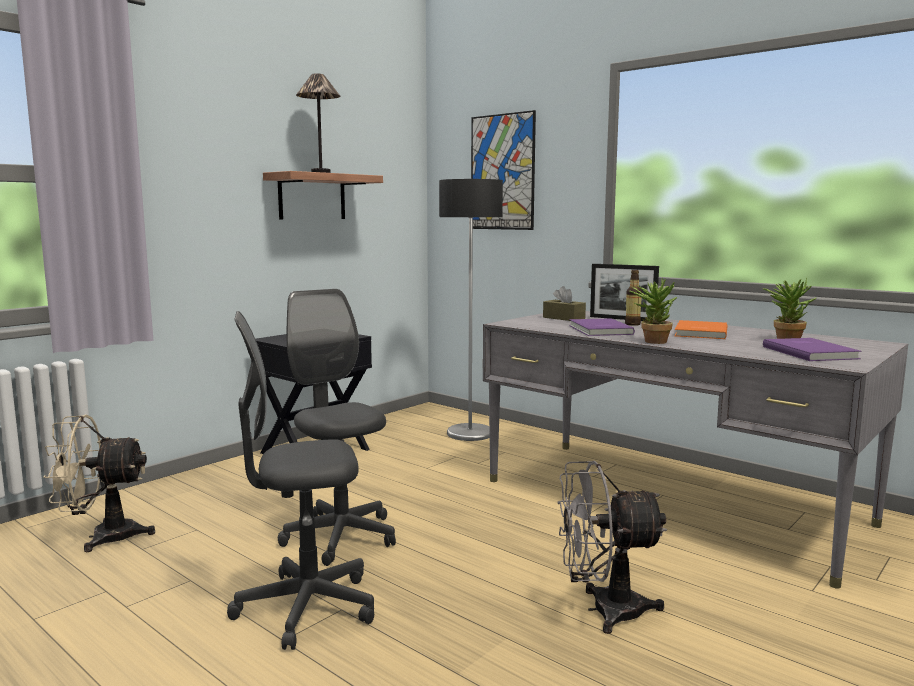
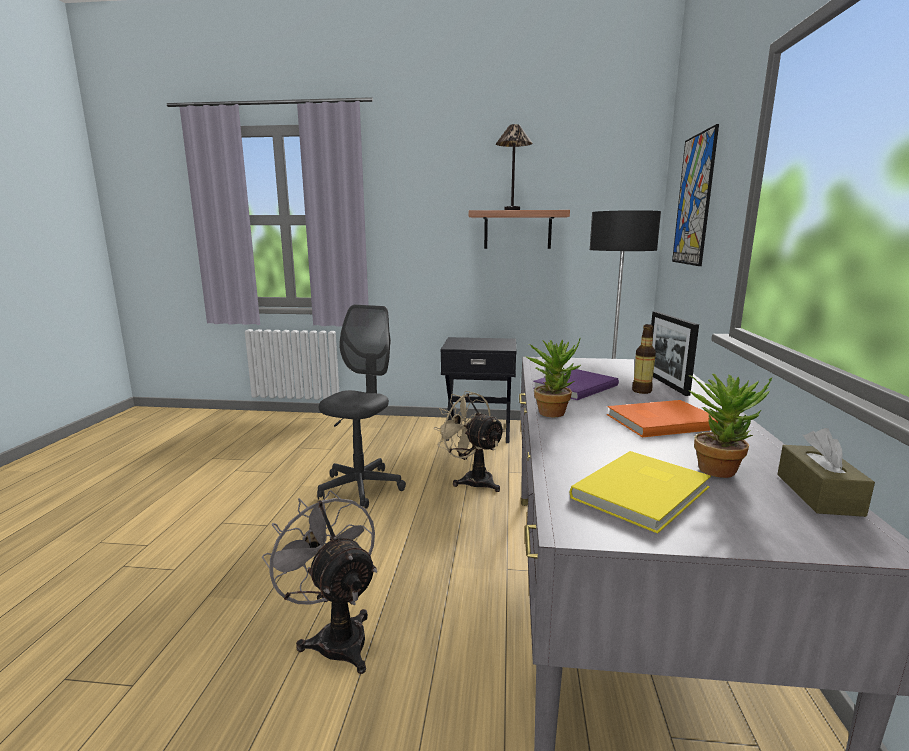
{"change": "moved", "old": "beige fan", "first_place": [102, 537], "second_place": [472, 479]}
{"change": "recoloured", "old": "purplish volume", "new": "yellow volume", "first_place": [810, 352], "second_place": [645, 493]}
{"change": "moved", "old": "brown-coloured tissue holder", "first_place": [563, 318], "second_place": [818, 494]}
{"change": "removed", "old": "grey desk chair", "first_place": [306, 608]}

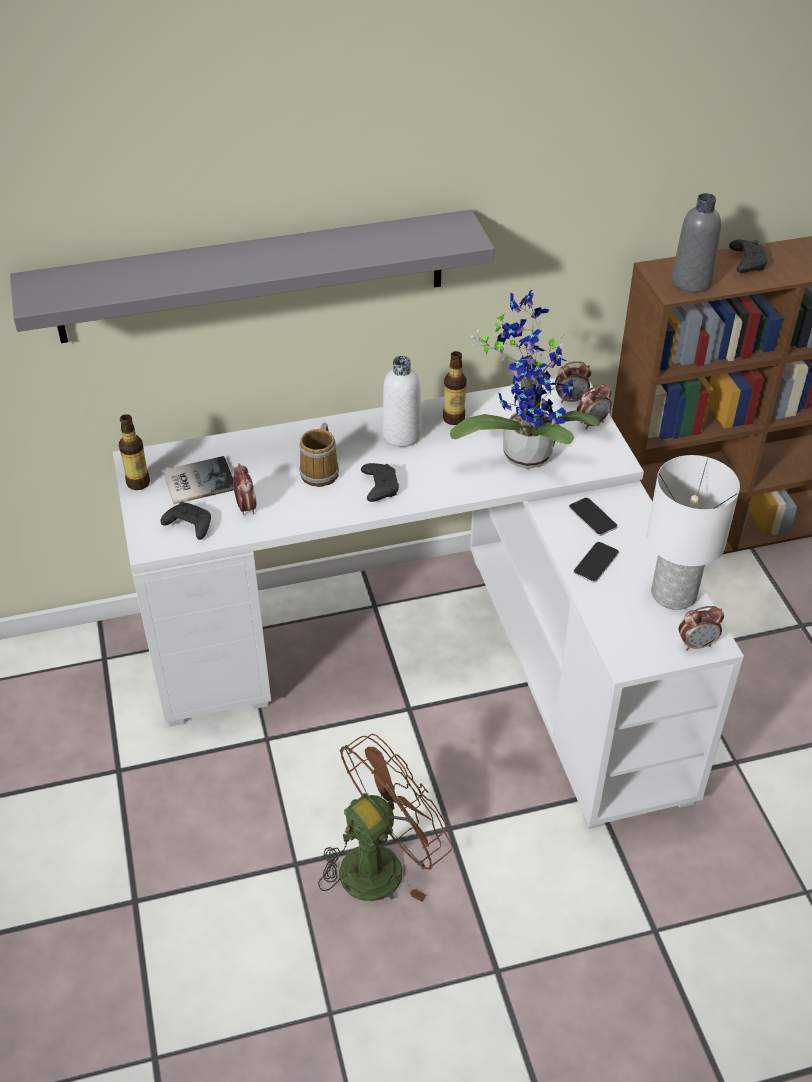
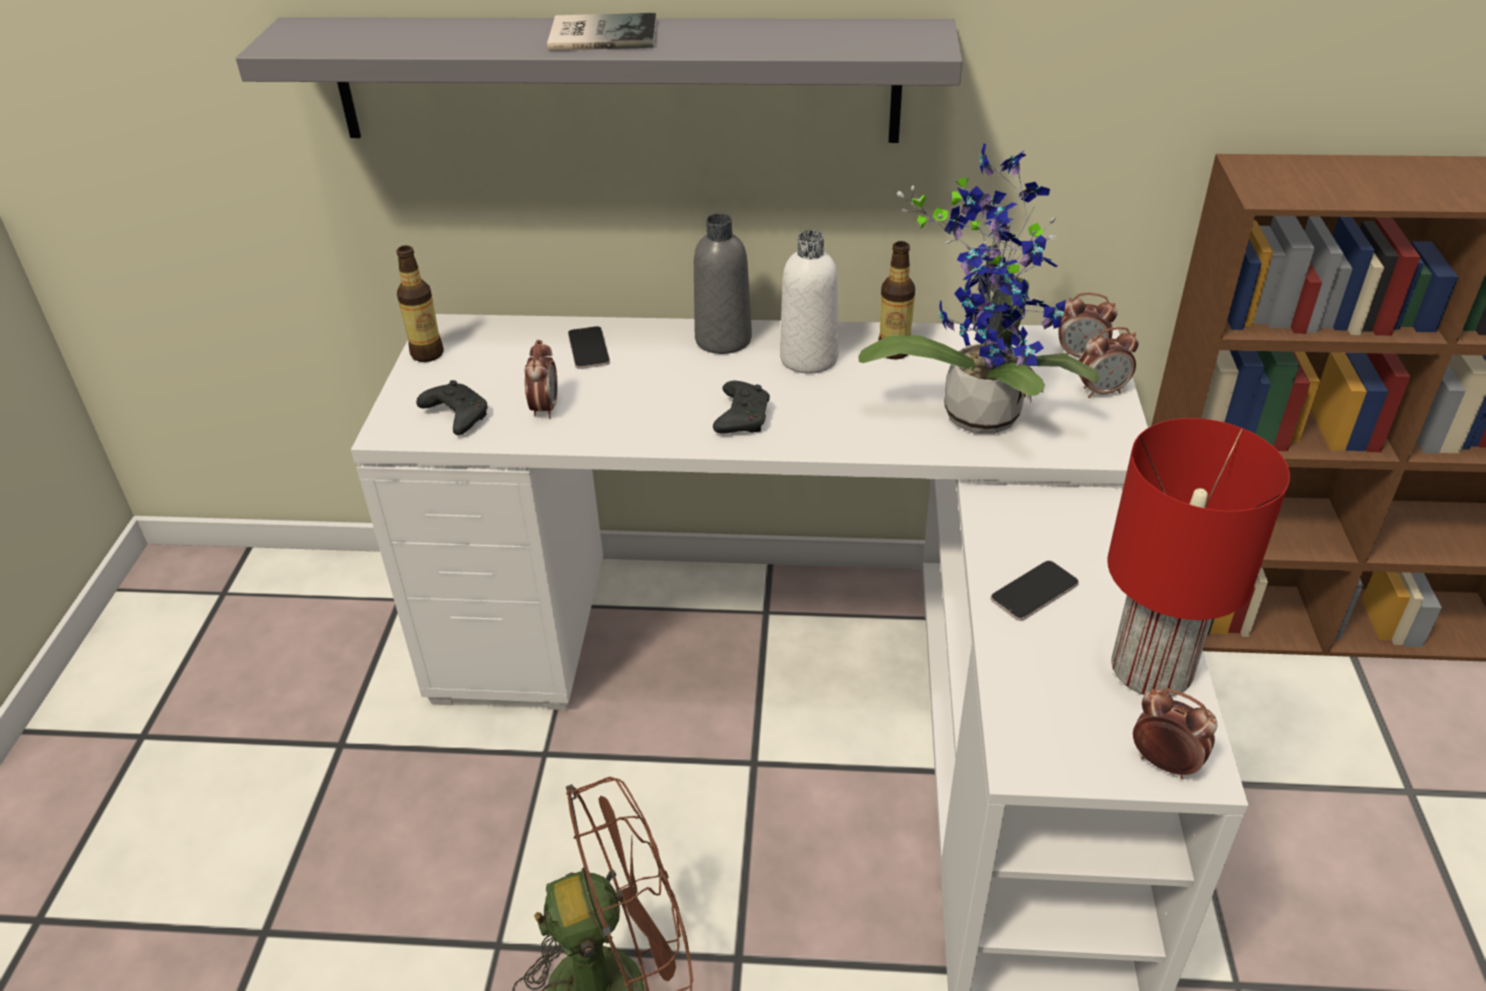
{"change": "moved", "old": "volume", "first_place": [197, 480], "second_place": [600, 34]}
{"change": "moved", "old": "phone", "first_place": [592, 517], "second_place": [588, 348]}
{"change": "moved", "old": "grey bottle", "first_place": [691, 282], "second_place": [723, 339]}
{"change": "recoloured", "old": "white tabletop lamp", "new": "red tabletop lamp", "first_place": [674, 594], "second_place": [1152, 671]}
{"change": "turned", "old": "alarm clock", "first_place": [696, 644], "second_place": [1164, 763], "degrees": -150}
{"change": "removed", "old": "coffee mug", "first_place": [321, 472]}
{"change": "removed", "old": "black-coloured gamepad", "first_place": [746, 262]}

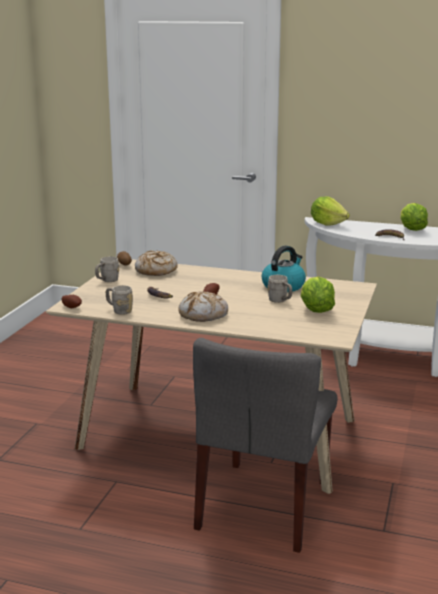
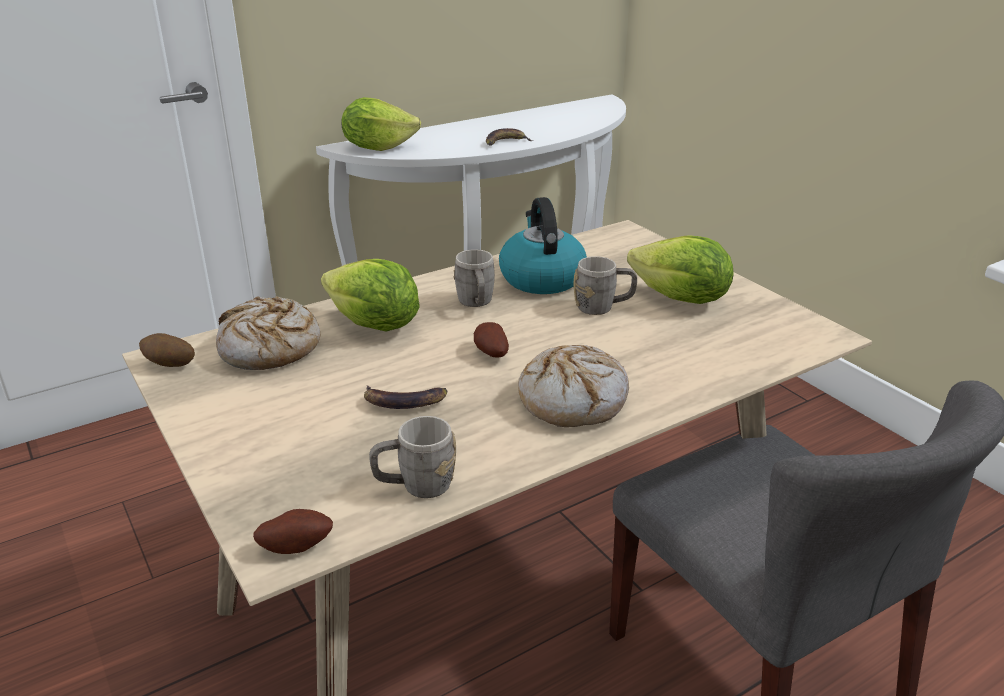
{"change": "moved", "old": "lettuce", "first_place": [411, 229], "second_place": [374, 326]}
{"change": "moved", "old": "grey coffee mug", "first_place": [107, 281], "second_place": [476, 303]}

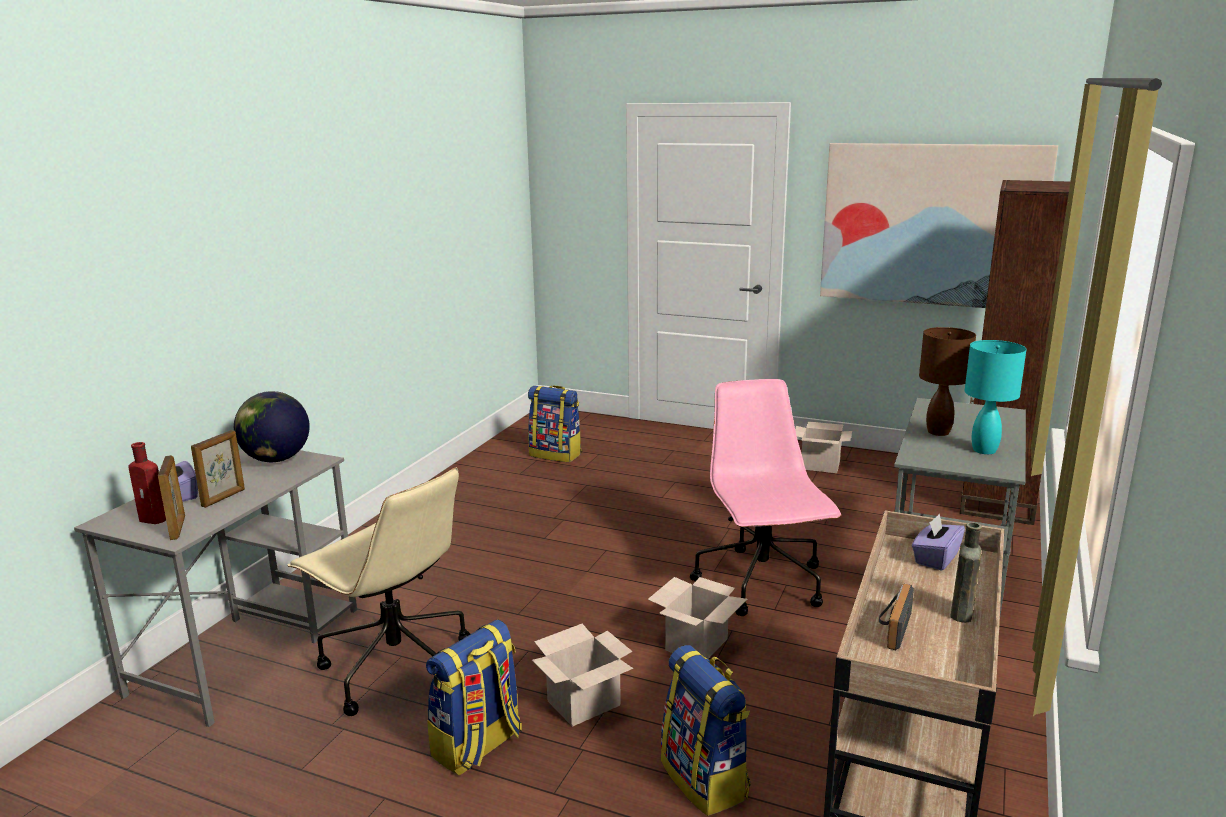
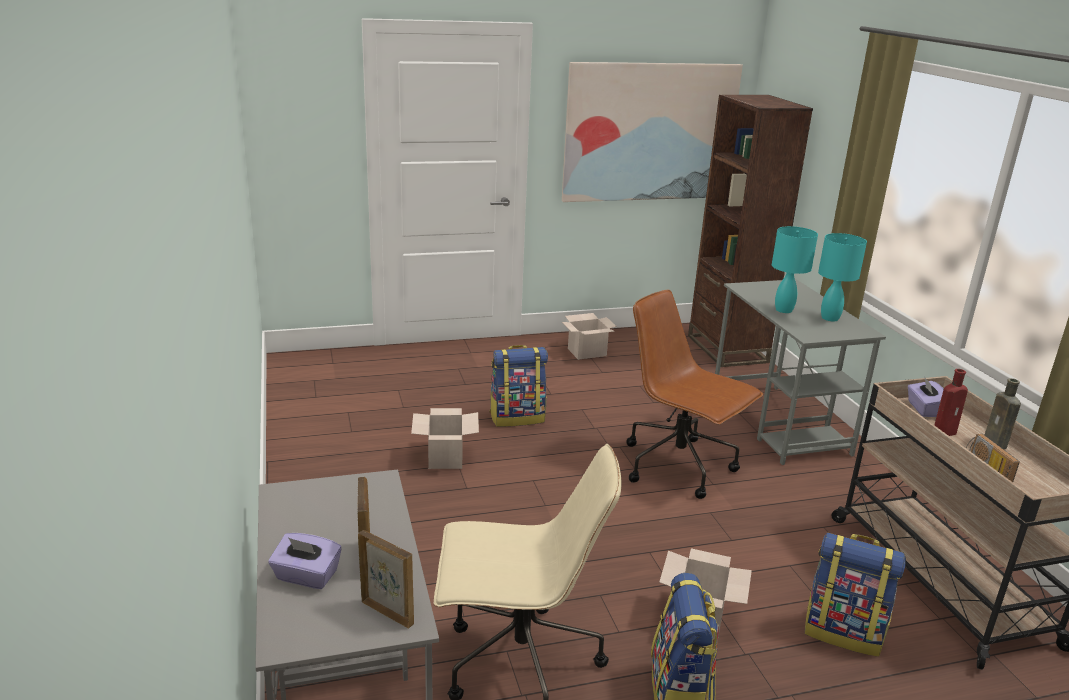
{"change": "moved", "old": "cardboard box", "first_place": [696, 643], "second_place": [444, 457]}
{"change": "moved", "old": "rucksack", "first_place": [556, 454], "second_place": [517, 417]}
{"change": "recoloured", "old": "pinkish desk chair", "new": "brown-coloured desk chair", "first_place": [762, 584], "second_place": [679, 467]}
{"change": "recoloured", "old": "brown-coloured tabletop lamp", "new": "turquoise-coloured tabletop lamp", "first_place": [939, 432], "second_place": [784, 310]}
{"change": "moved", "old": "red bottle", "first_place": [155, 519], "second_place": [945, 432]}
{"change": "removed", "old": "globe", "first_place": [276, 459]}

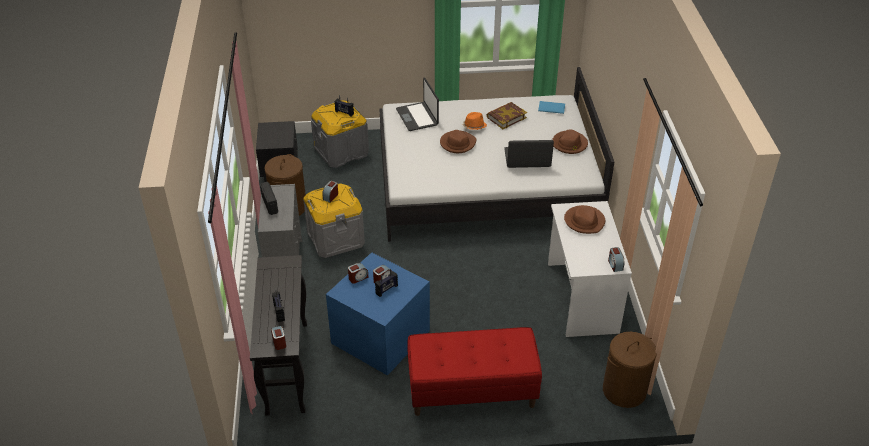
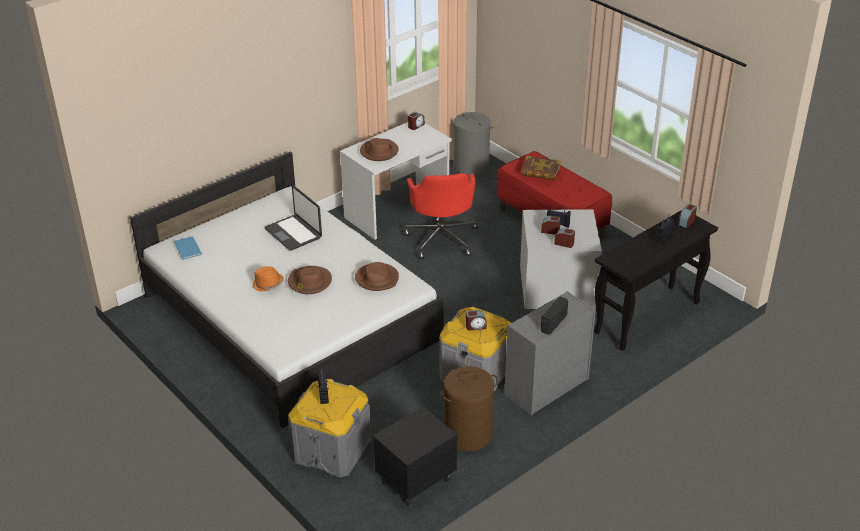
{"change": "moved", "old": "brown-coloured clothing hat", "first_place": [569, 144], "second_place": [377, 279]}
{"change": "added", "new": "red desk chair", "second_place": [442, 238]}
{"change": "recoloured", "old": "brown-coloured laundry basket", "new": "grey laundry basket", "first_place": [624, 390], "second_place": [471, 166]}
{"change": "recoloured", "old": "blue-coloured storage bin", "new": "grey storage bin", "first_place": [380, 335], "second_place": [556, 287]}
{"change": "moved", "old": "volume", "first_place": [506, 117], "second_place": [540, 171]}
{"change": "removed", "old": "portable computer", "first_place": [417, 117]}

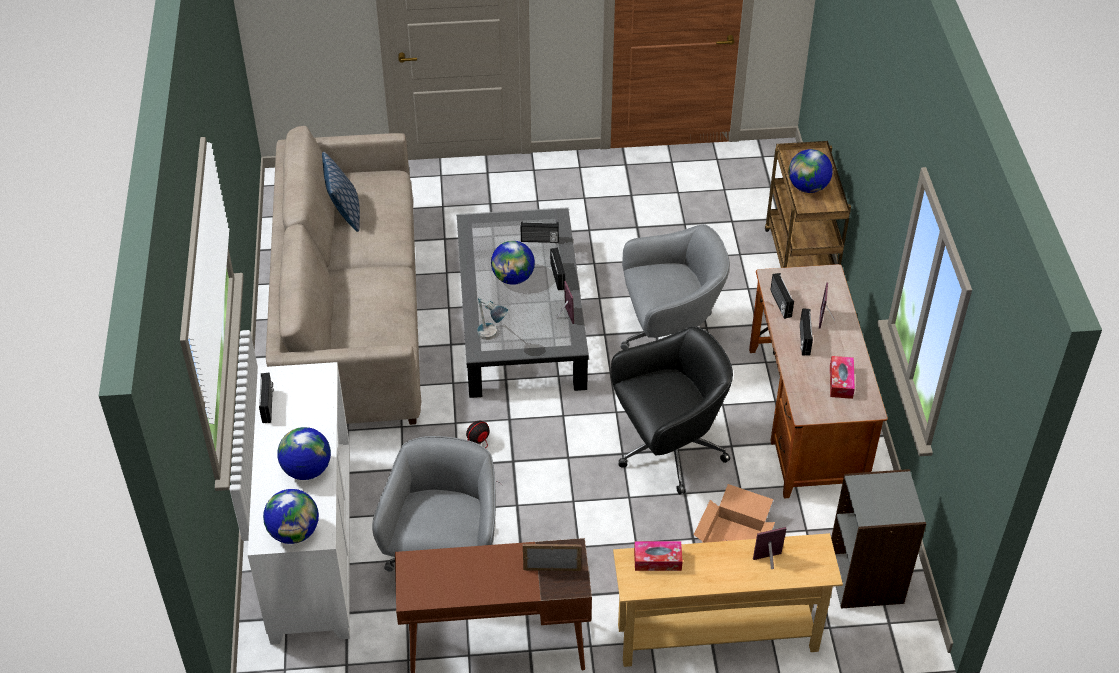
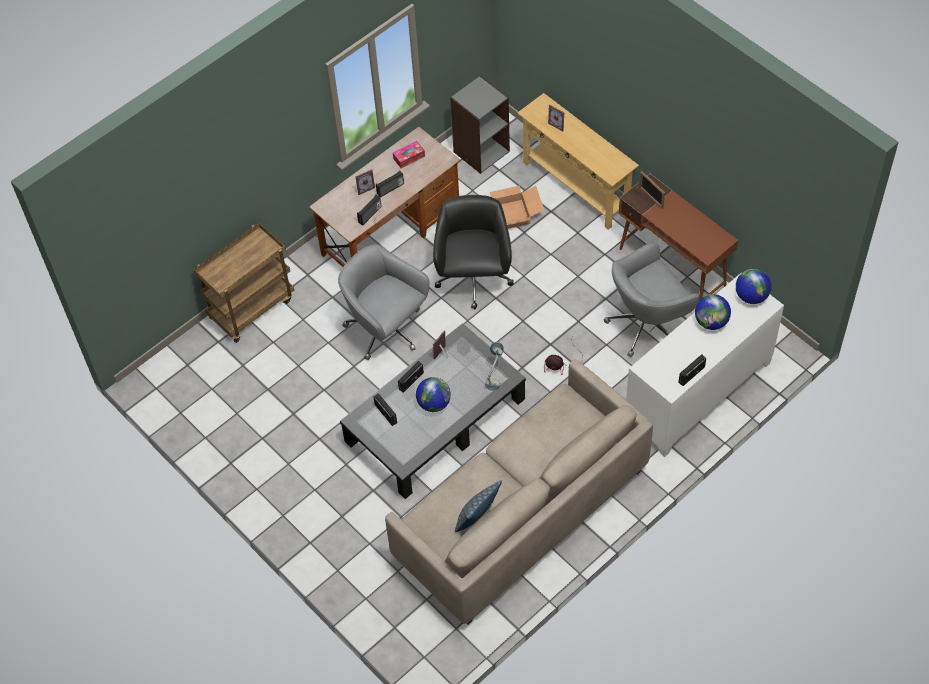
{"change": "turned", "old": "black-coloured desk chair", "first_place": [668, 450], "second_place": [474, 279], "degrees": 60}
{"change": "removed", "old": "tissue holder", "first_place": [657, 560]}
{"change": "removed", "old": "globe", "first_place": [808, 187]}

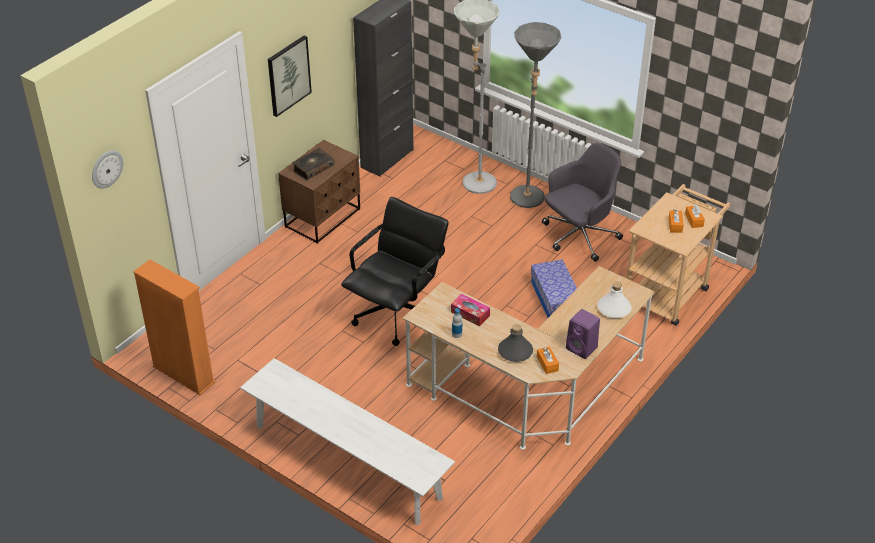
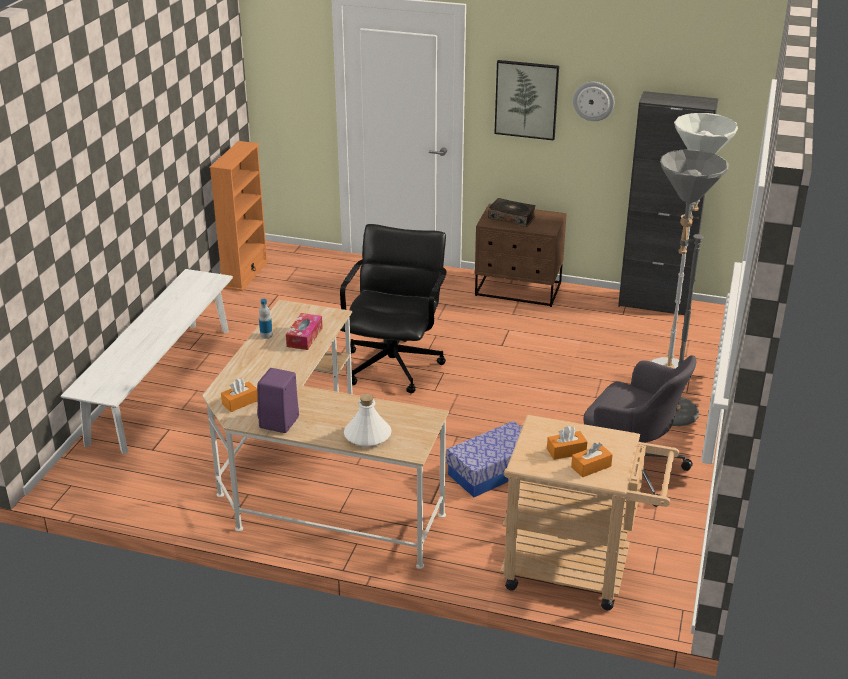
{"change": "turned", "old": "black-coloured desk chair", "first_place": [396, 314], "second_place": [394, 366], "degrees": -90}
{"change": "moved", "old": "hanging clock", "first_place": [106, 169], "second_place": [593, 101]}
{"change": "removed", "old": "grey bottle", "first_place": [515, 352]}

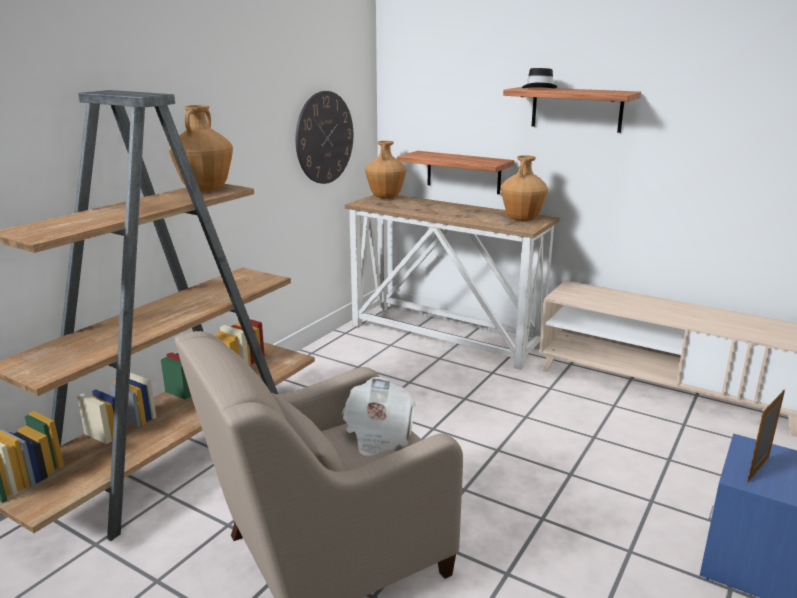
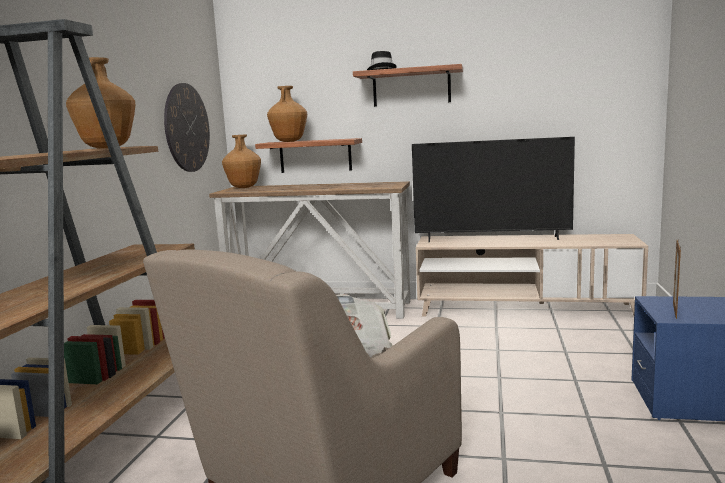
{"change": "moved", "old": "brown-coloured vase", "first_place": [522, 220], "second_place": [289, 141]}
{"change": "added", "new": "TV set", "second_place": [492, 239]}

